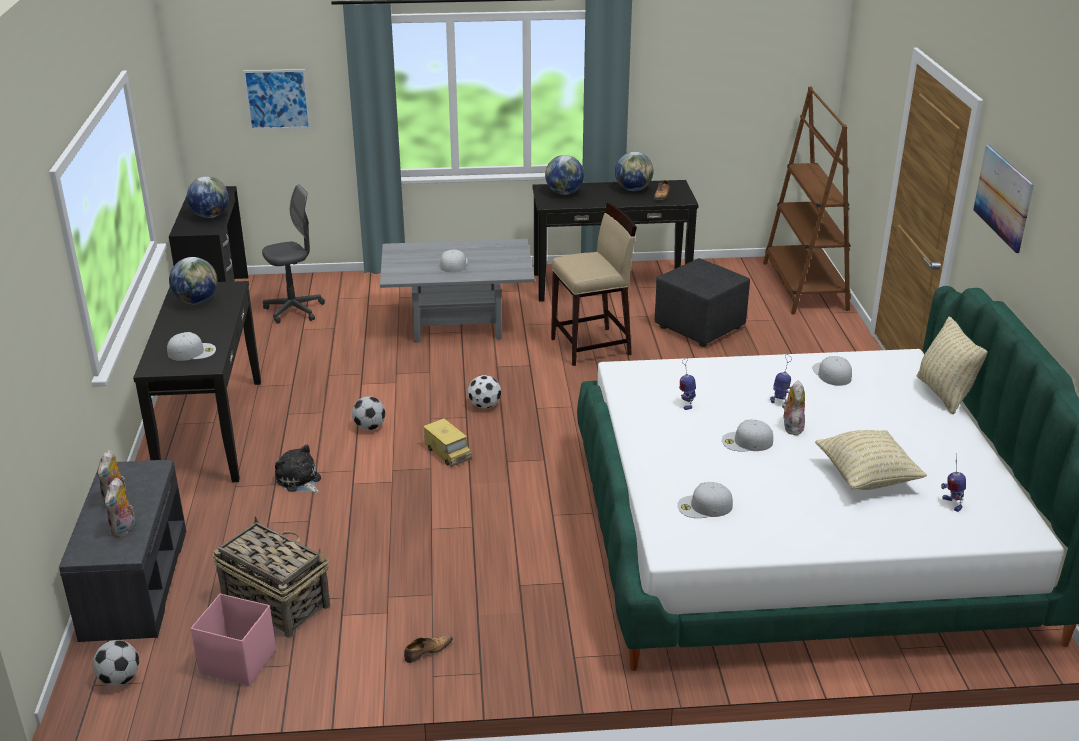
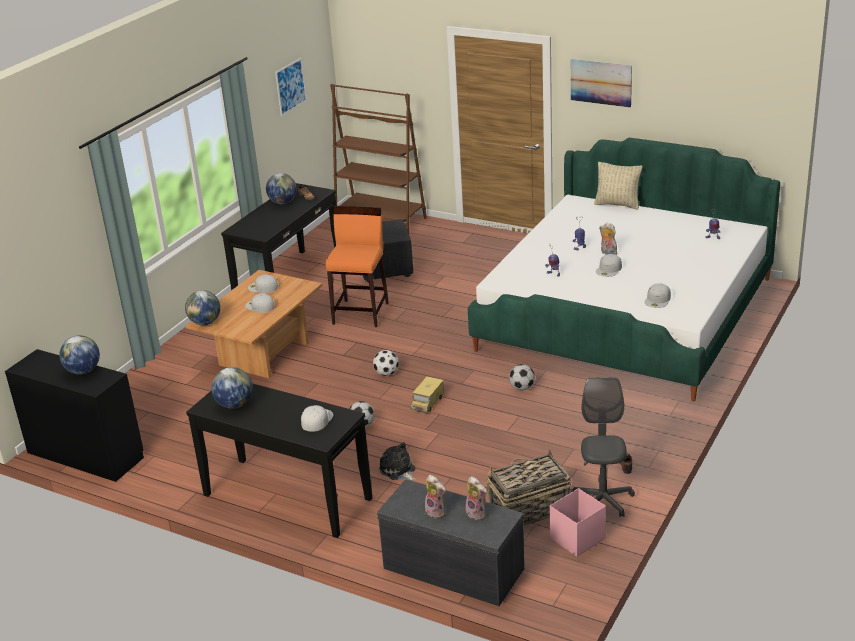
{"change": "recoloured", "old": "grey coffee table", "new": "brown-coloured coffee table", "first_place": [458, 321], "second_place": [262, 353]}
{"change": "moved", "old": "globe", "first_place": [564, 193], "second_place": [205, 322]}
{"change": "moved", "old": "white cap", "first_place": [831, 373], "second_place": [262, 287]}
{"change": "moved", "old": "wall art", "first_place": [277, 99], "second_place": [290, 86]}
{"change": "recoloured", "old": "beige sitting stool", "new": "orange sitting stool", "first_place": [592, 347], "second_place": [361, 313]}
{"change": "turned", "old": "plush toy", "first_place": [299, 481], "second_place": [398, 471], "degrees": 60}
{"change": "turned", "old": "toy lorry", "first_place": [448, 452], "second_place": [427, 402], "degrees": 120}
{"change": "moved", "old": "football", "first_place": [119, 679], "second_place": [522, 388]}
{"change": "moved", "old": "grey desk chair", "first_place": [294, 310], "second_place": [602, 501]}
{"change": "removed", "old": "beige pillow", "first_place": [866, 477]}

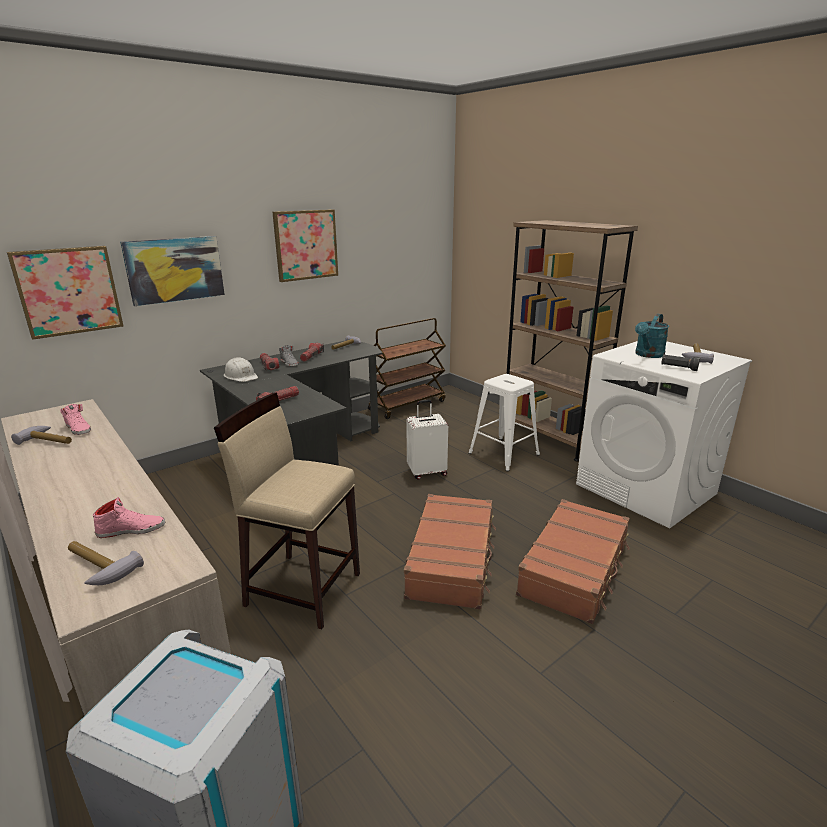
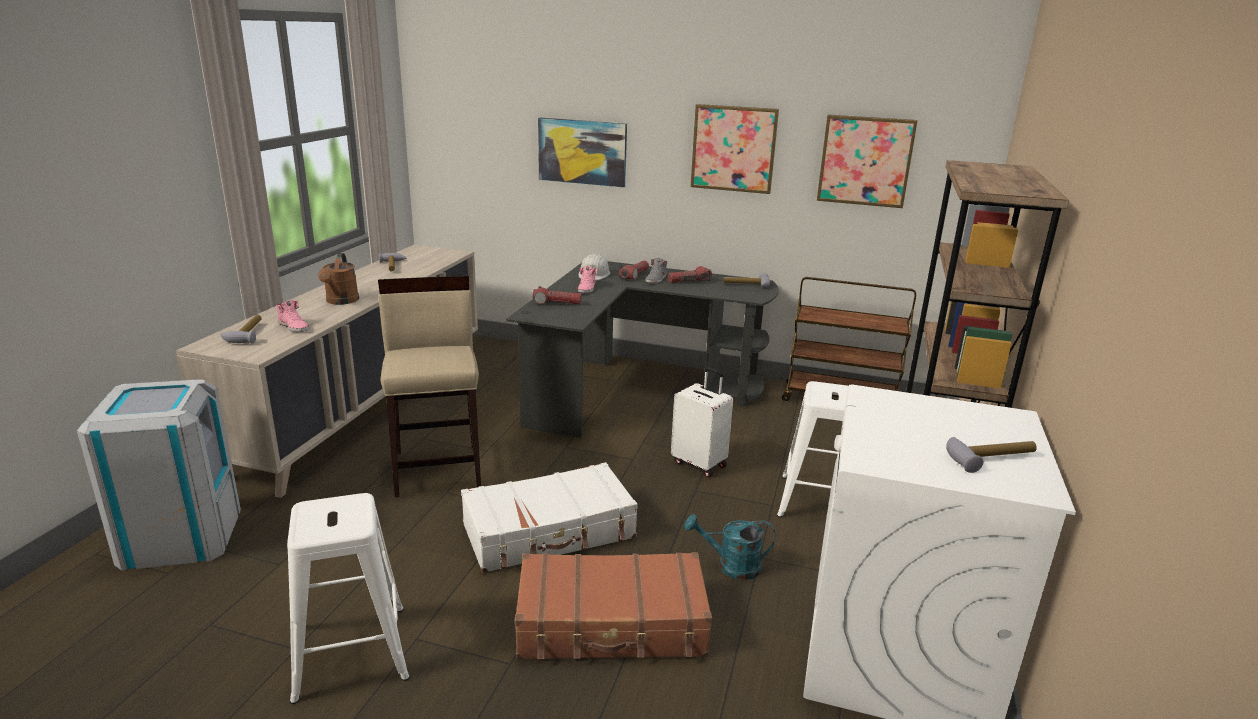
{"change": "added", "new": "white sitting stool", "second_place": [349, 651]}
{"change": "added", "new": "brown-coloured watering pot", "second_place": [341, 301]}
{"change": "recoloured", "old": "brown-coloured suitcase", "new": "white suitcase", "first_place": [452, 560], "second_place": [549, 532]}
{"change": "moved", "old": "pinkish low shoe", "first_place": [78, 428], "second_place": [587, 288]}
{"change": "moved", "old": "turquoise-coloured watering pot", "first_place": [647, 355], "second_place": [731, 566]}
{"change": "moved", "old": "wall art", "first_place": [68, 291], "second_place": [865, 161]}
{"change": "removed", "old": "black-coloured torch", "first_place": [678, 368]}

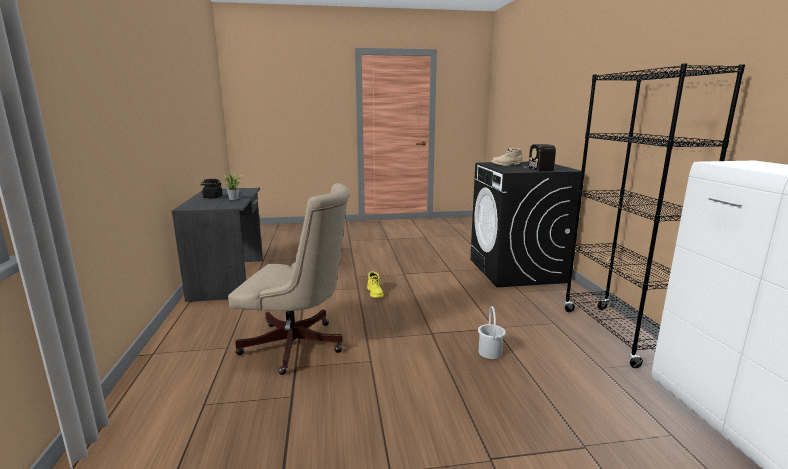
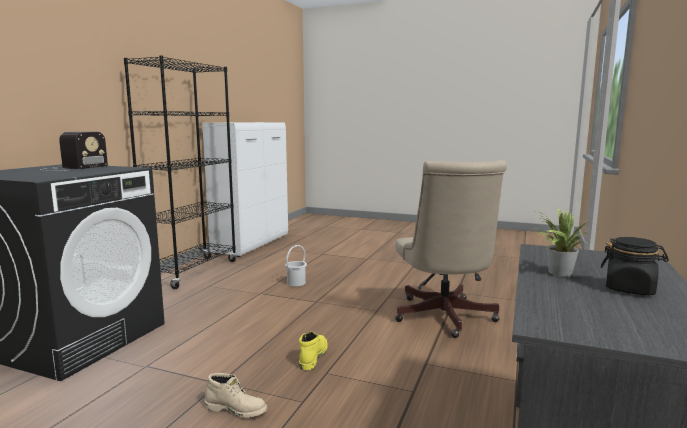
{"change": "moved", "old": "beige boot", "first_place": [506, 165], "second_place": [236, 409]}
{"change": "turned", "old": "beige desk chair", "first_place": [299, 346], "second_place": [444, 318], "degrees": -135}

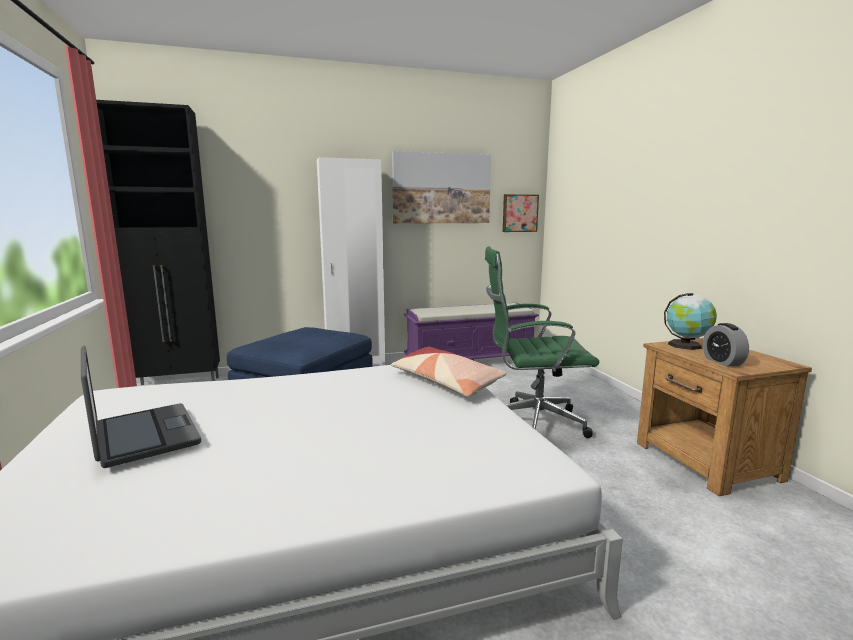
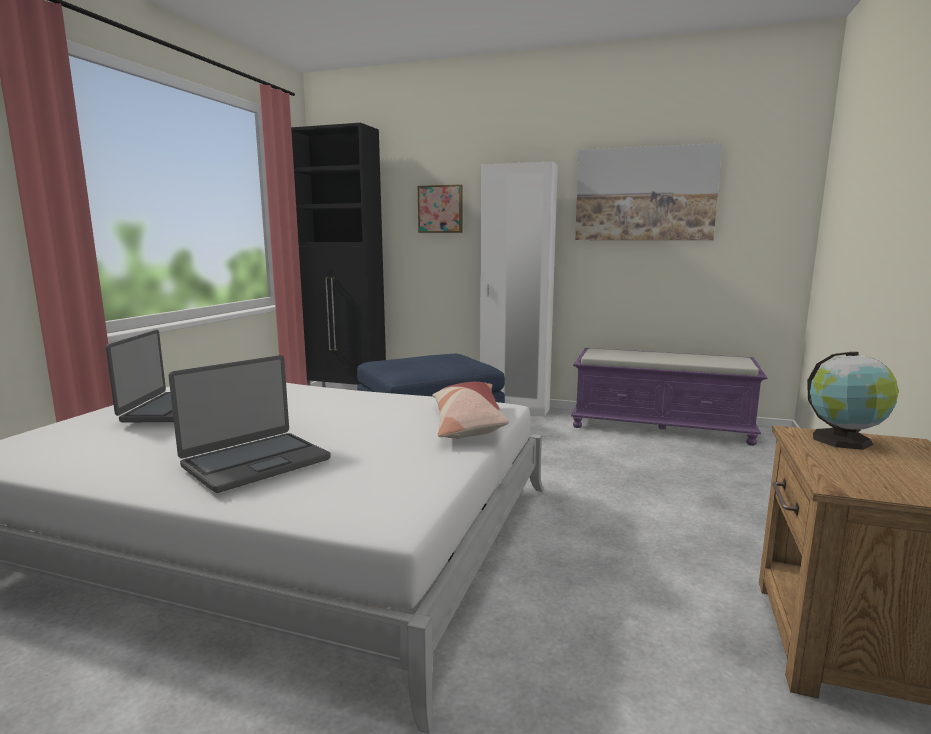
{"change": "added", "new": "portable computer", "second_place": [255, 462]}
{"change": "moved", "old": "wall art", "first_place": [519, 213], "second_place": [441, 209]}
{"change": "removed", "old": "green-coloured desk chair", "first_place": [531, 423]}
{"change": "removed", "old": "alarm clock", "first_place": [722, 362]}

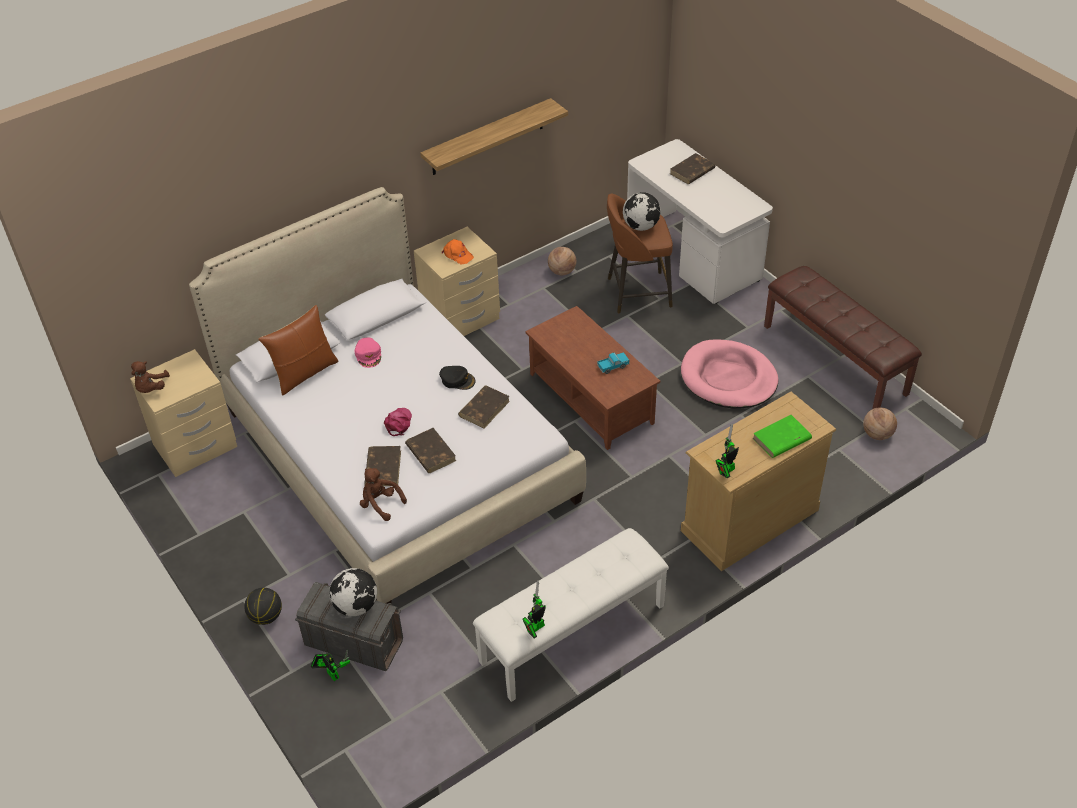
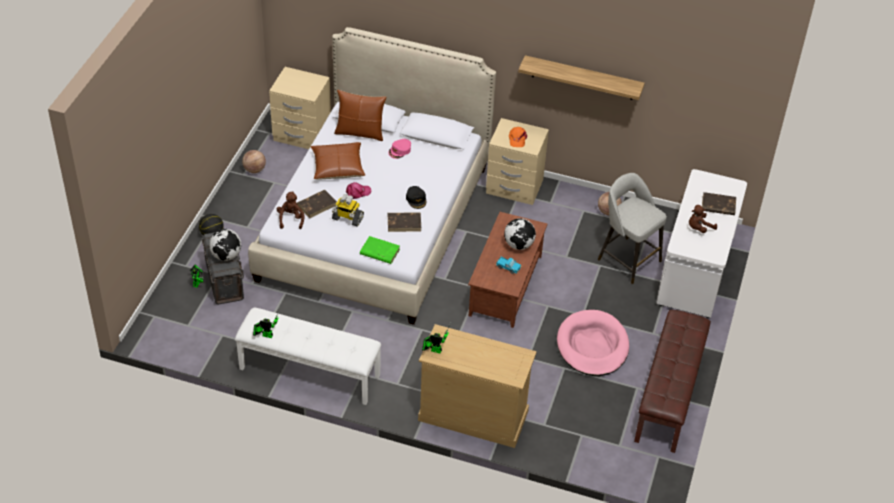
{"change": "moved", "old": "basketball ball", "first_place": [877, 434], "second_place": [254, 170]}
{"change": "added", "new": "brown-coloured pillow", "second_place": [337, 167]}
{"change": "replaced", "old": "brown-coloured volume", "new": "toy robot", "first_place": [430, 452], "second_place": [347, 218]}
{"change": "moved", "old": "green-coloured volume", "first_place": [781, 439], "second_place": [379, 252]}
{"change": "moved", "old": "globe", "first_place": [641, 226], "second_place": [519, 245]}
{"change": "recoloured", "old": "brown-coloured sitting stool", "new": "grey sitting stool", "first_place": [637, 292], "second_place": [627, 259]}
{"change": "moved", "old": "brown-coloured plush toy", "first_place": [151, 388], "second_place": [699, 228]}

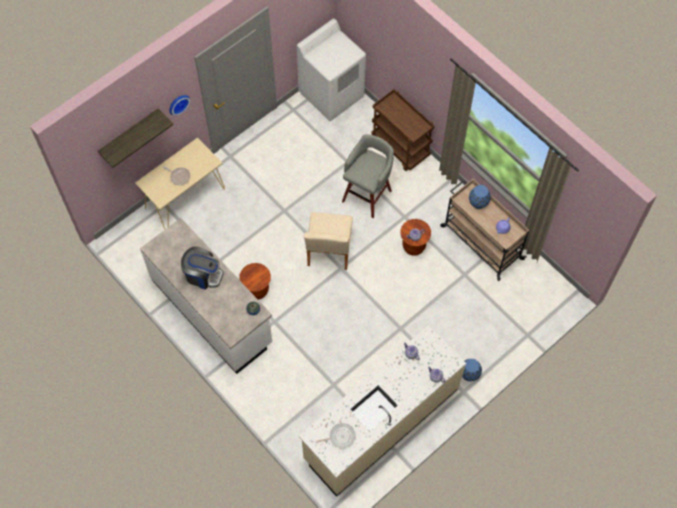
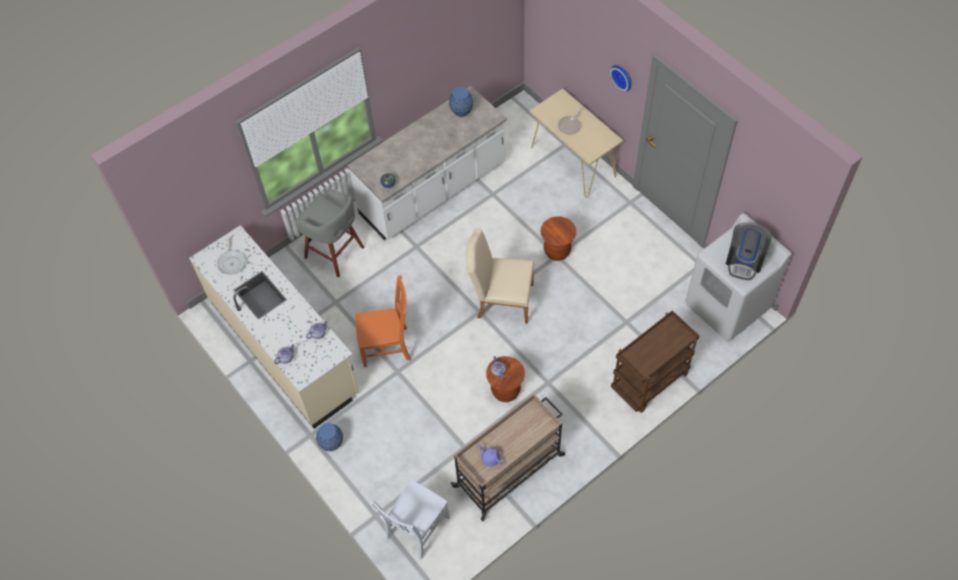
{"change": "moved", "old": "grey sitting stool", "first_place": [368, 195], "second_place": [336, 253]}
{"change": "added", "new": "orange chair", "second_place": [387, 346]}
{"change": "added", "new": "white chair", "second_place": [416, 529]}
{"change": "moved", "old": "blue-coloured vase", "first_place": [478, 203], "second_place": [461, 111]}
{"change": "moved", "old": "brown-coloured sitting stool", "first_place": [257, 290], "second_place": [557, 251]}
{"change": "moved", "old": "coffee brewer", "first_place": [203, 275], "second_place": [744, 260]}
{"change": "removed", "old": "wall shelf", "first_place": [129, 134]}

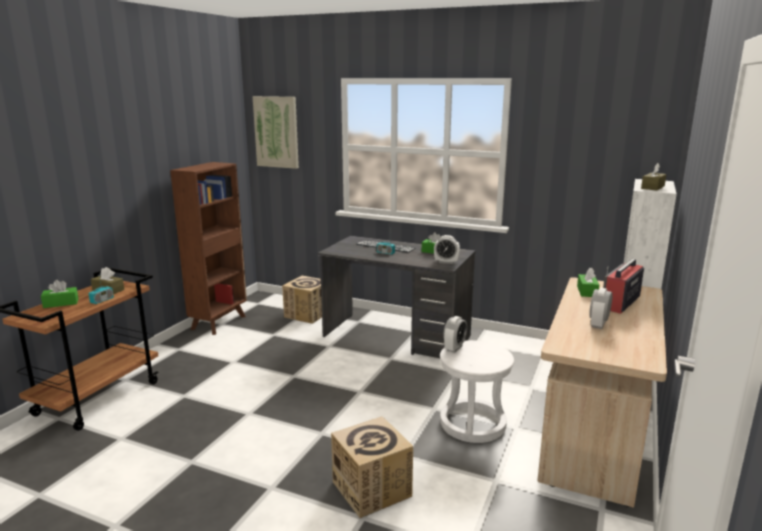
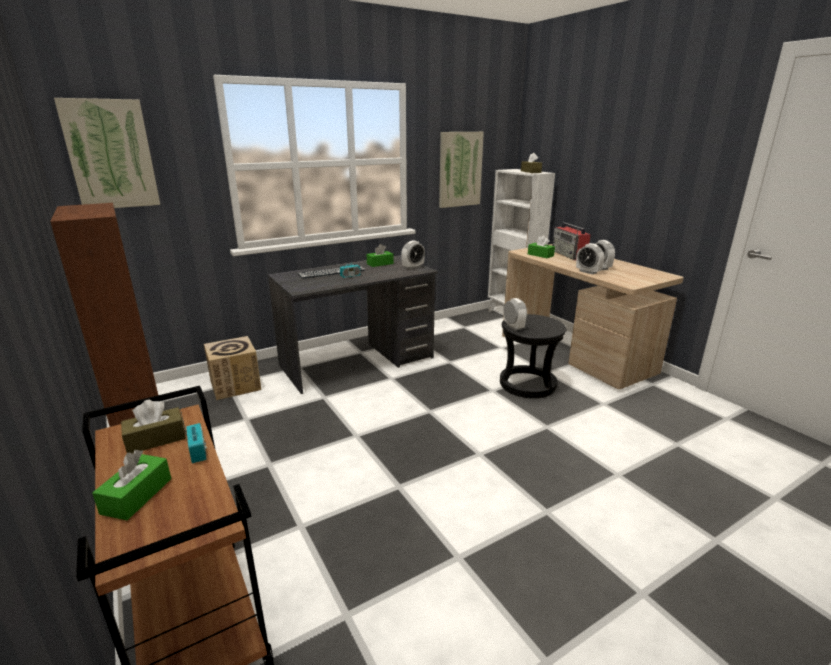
{"change": "added", "new": "wall art", "second_place": [459, 169]}
{"change": "recoloured", "old": "white sitting stool", "new": "black-coloured sitting stool", "first_place": [472, 423], "second_place": [527, 384]}
{"change": "added", "new": "alarm clock", "second_place": [588, 272]}
{"change": "removed", "old": "cardboard box", "first_place": [371, 489]}

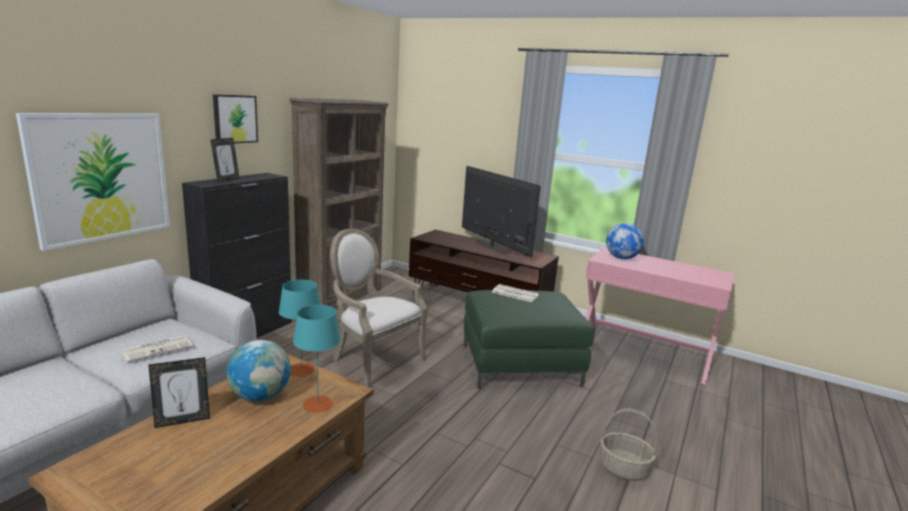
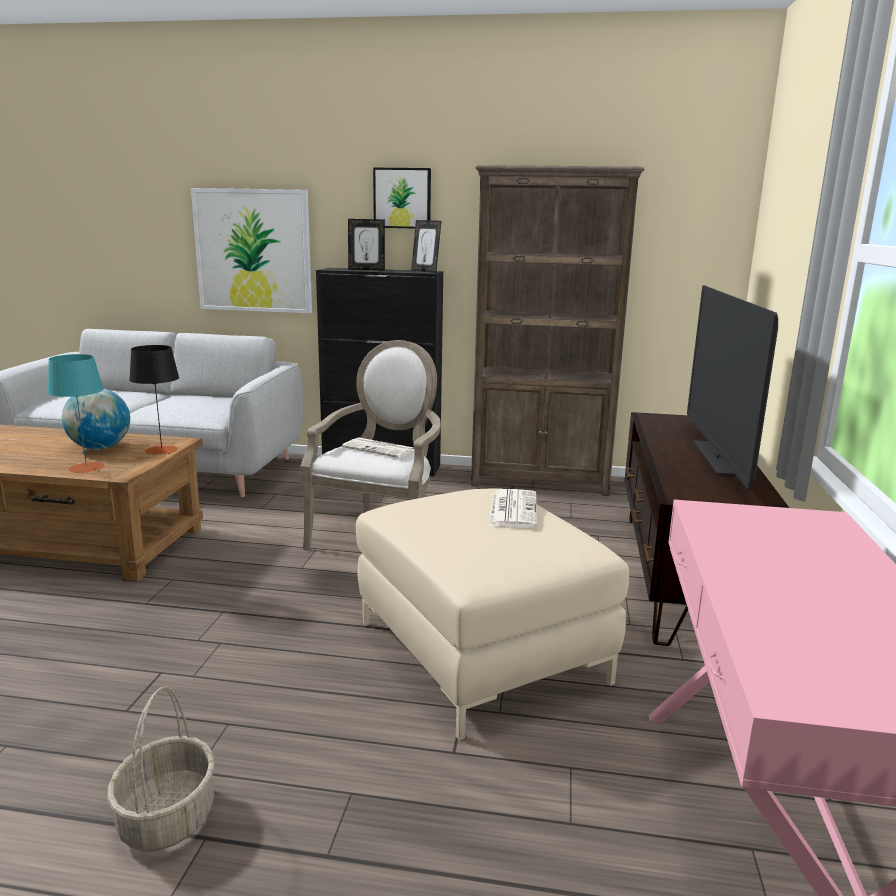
{"change": "recoloured", "old": "turquoise-coloured tabletop lamp", "new": "black-coloured tabletop lamp", "first_place": [301, 369], "second_place": [161, 450]}
{"change": "moved", "old": "daily paper", "first_place": [158, 348], "second_place": [380, 449]}
{"change": "recoloured", "old": "green-coloured pouffe", "new": "beige pouffe", "first_place": [519, 365], "second_place": [481, 651]}
{"change": "moved", "old": "photo frame", "first_place": [183, 421], "second_place": [425, 271]}
{"change": "turned", "old": "TV set", "first_place": [492, 246], "second_place": [714, 458], "degrees": 150}
{"change": "removed", "old": "globe", "first_place": [621, 258]}

